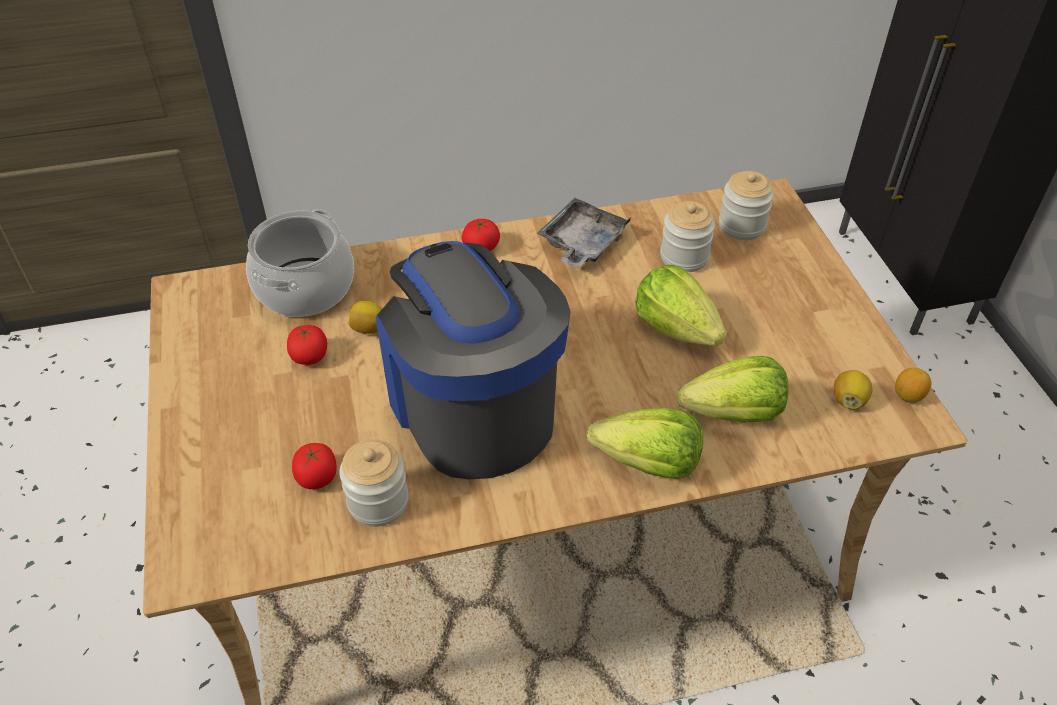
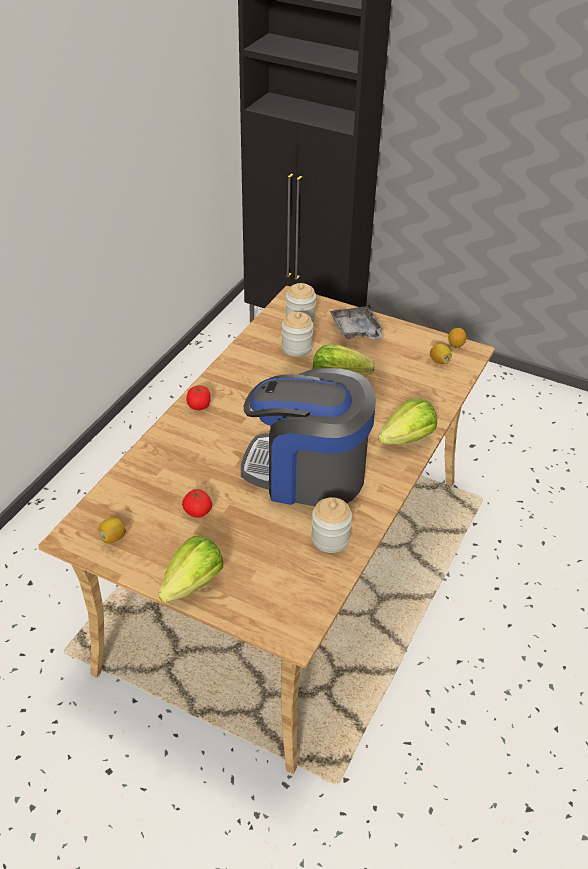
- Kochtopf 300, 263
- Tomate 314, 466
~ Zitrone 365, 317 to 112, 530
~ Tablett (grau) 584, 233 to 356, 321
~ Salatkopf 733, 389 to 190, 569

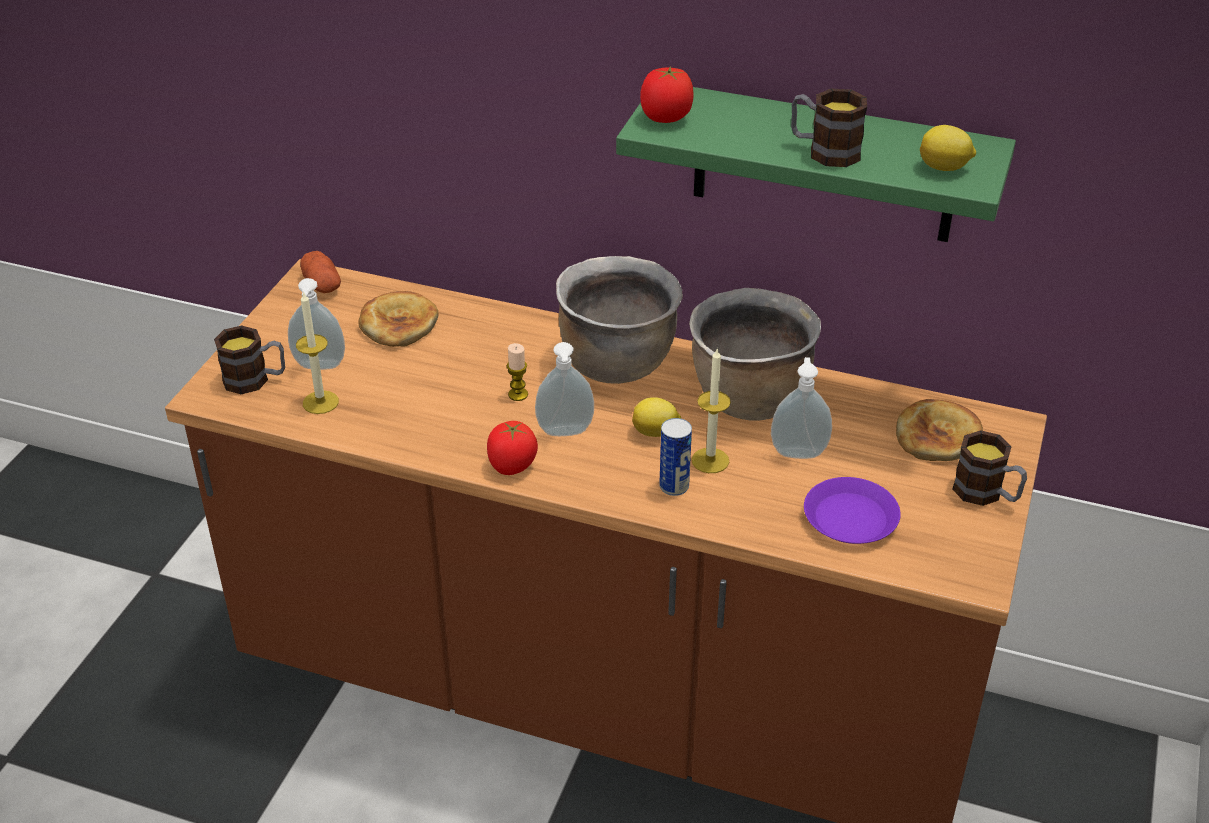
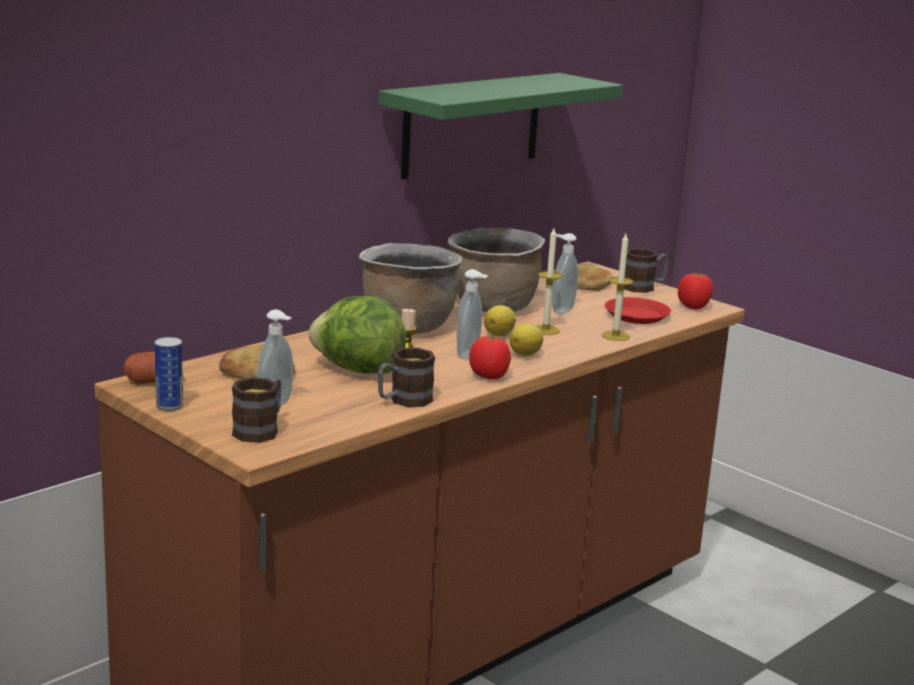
~ Kerze 317, 352 to 617, 287
~ Tomate 667, 94 to 695, 291
~ Dose 675, 457 to 169, 374
~ Henkelbecher 829, 128 to 406, 377
~ Teller (lila) 852, 510 to Teller (rot) 638, 310
~ Zitrone 948, 148 to 526, 340
+ Salatkopf 357, 335

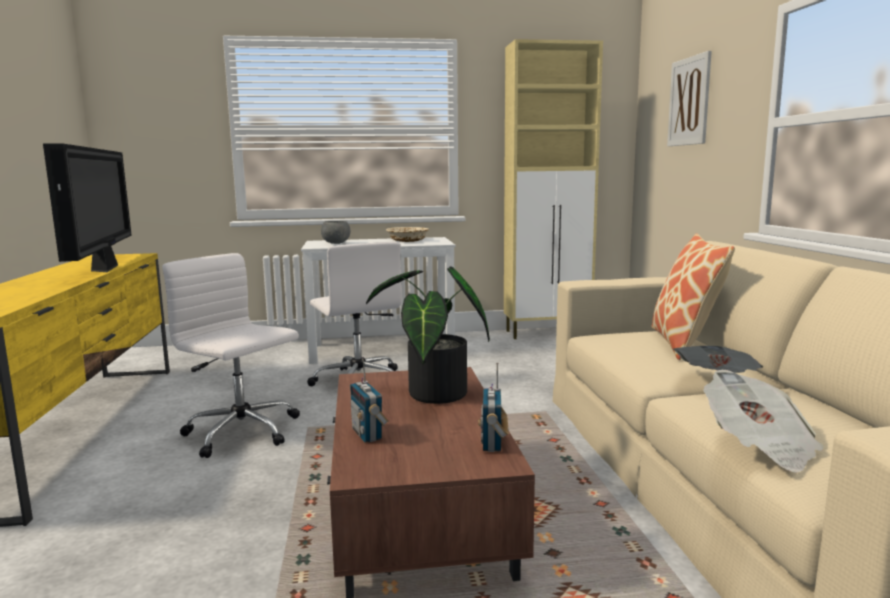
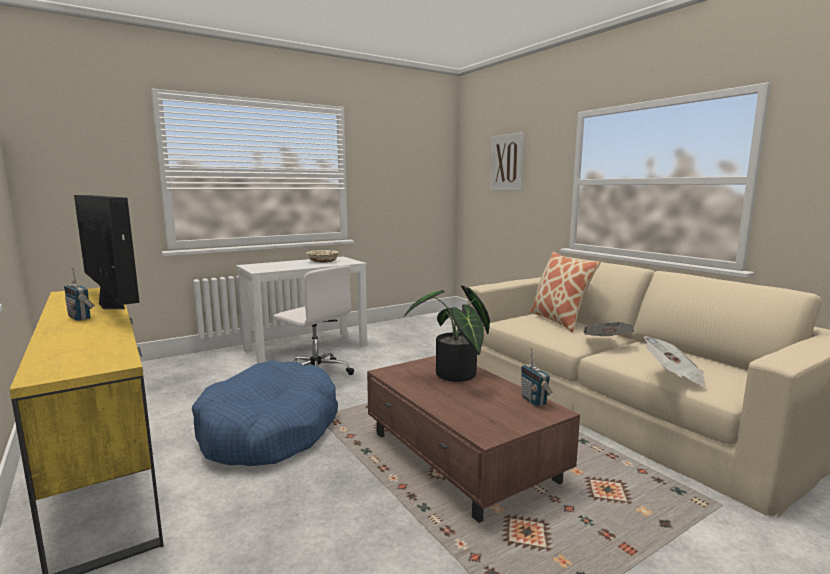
~ Bürostuhl (weiß) 231, 355 to Hundebett (blau) 265, 413
- Schüssel (grau) 335, 232
~ Radio 369, 400 to 79, 294
- Schrank (beige) 553, 189

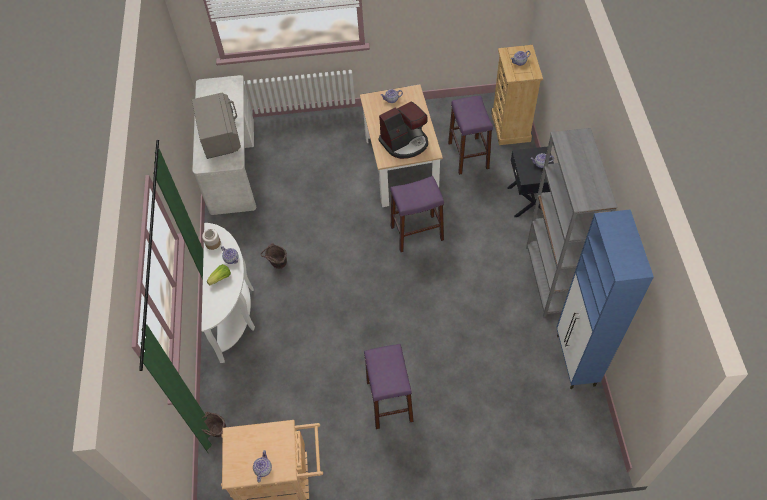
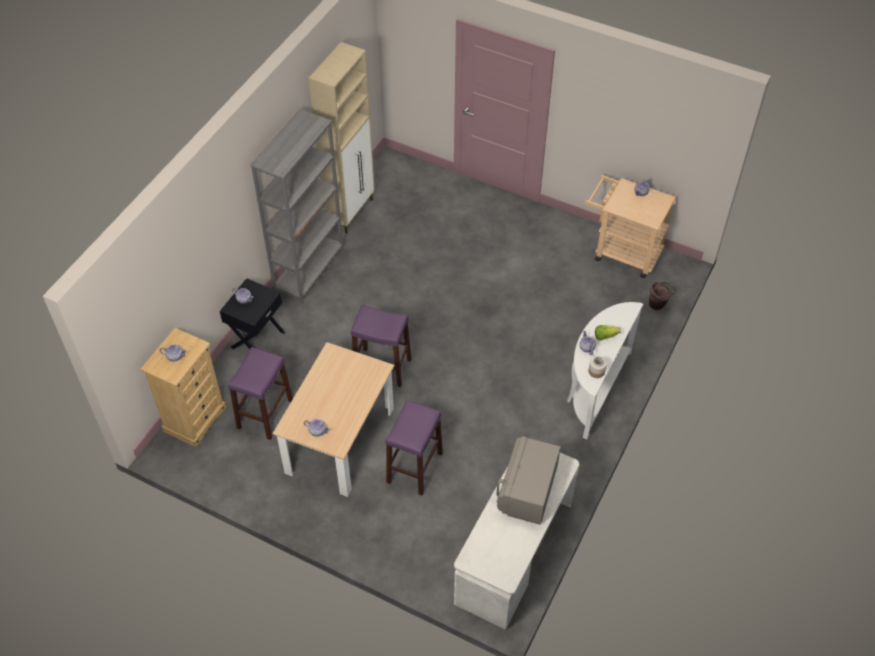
- Eimer (braun) 274, 256
~ Hocker (lila) 389, 386 to 414, 447
- Kaffeemaschine 403, 130
~ Schrank (blau) 605, 299 to Schrank (beige) 342, 137

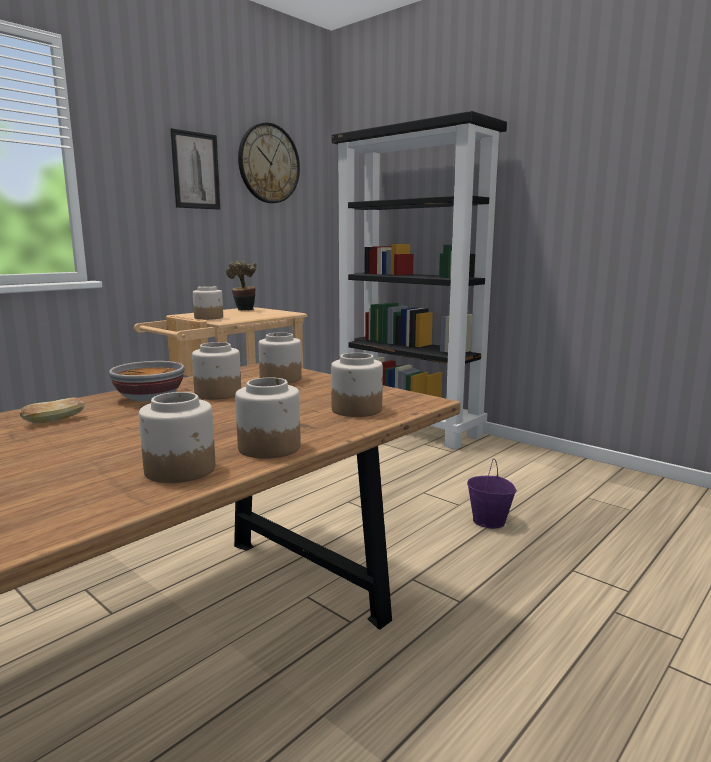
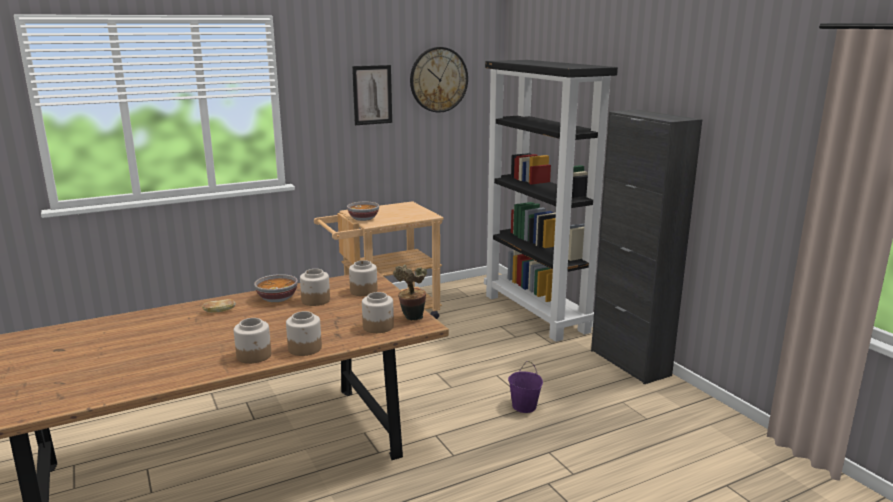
~ Vorratsglas 208, 303 to Schüssel 363, 211
~ Topfpflanze 241, 285 to 410, 292
+ Schrank (schwarz) 646, 247

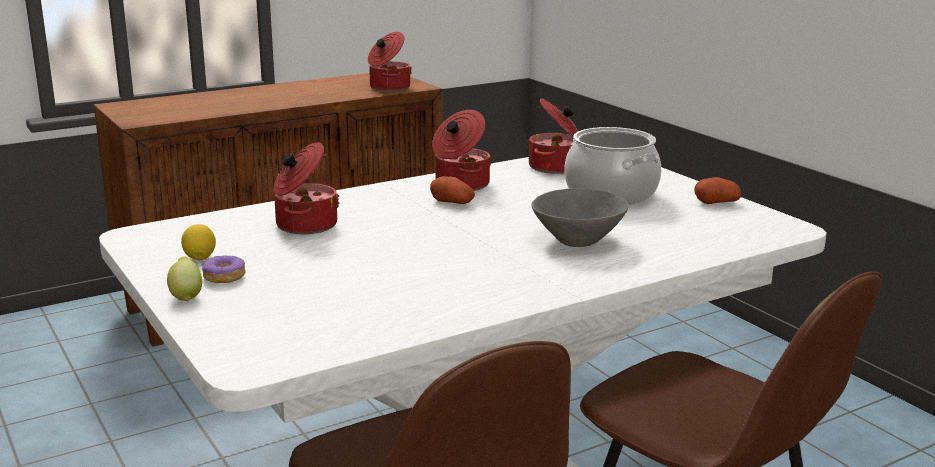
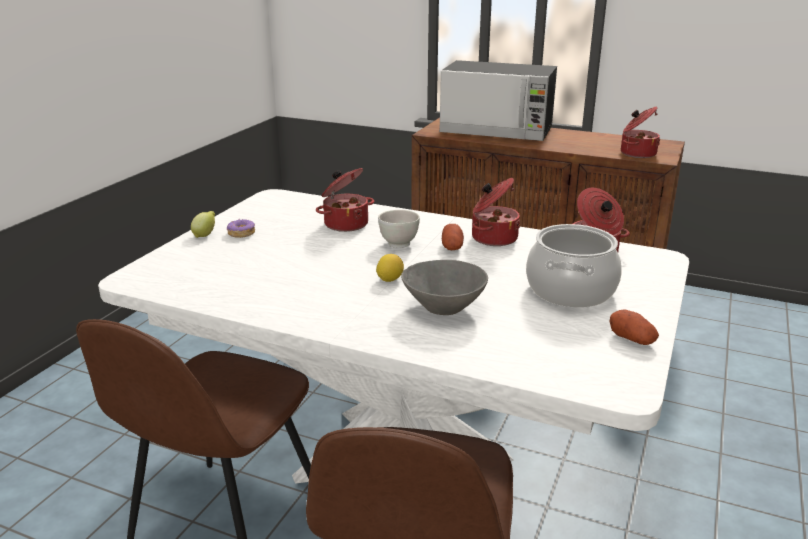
~ Zitrone 198, 242 to 390, 268
+ Schüssel (weiß) 399, 229
+ Mikrowelle 498, 100

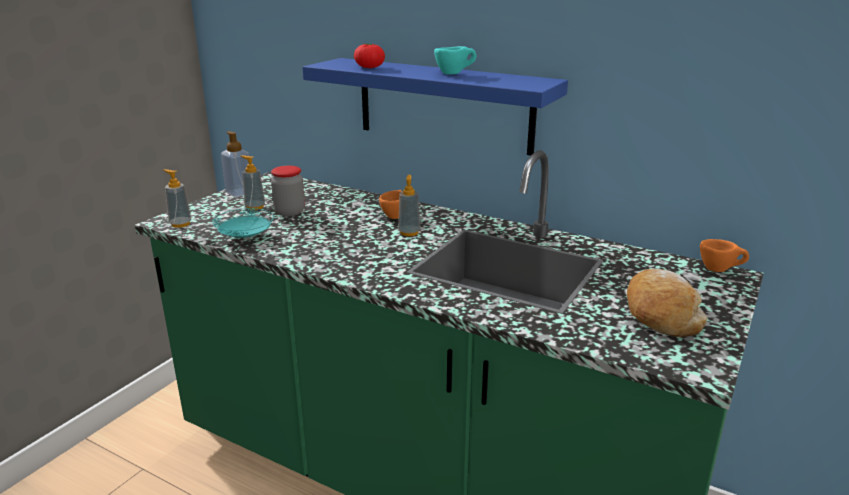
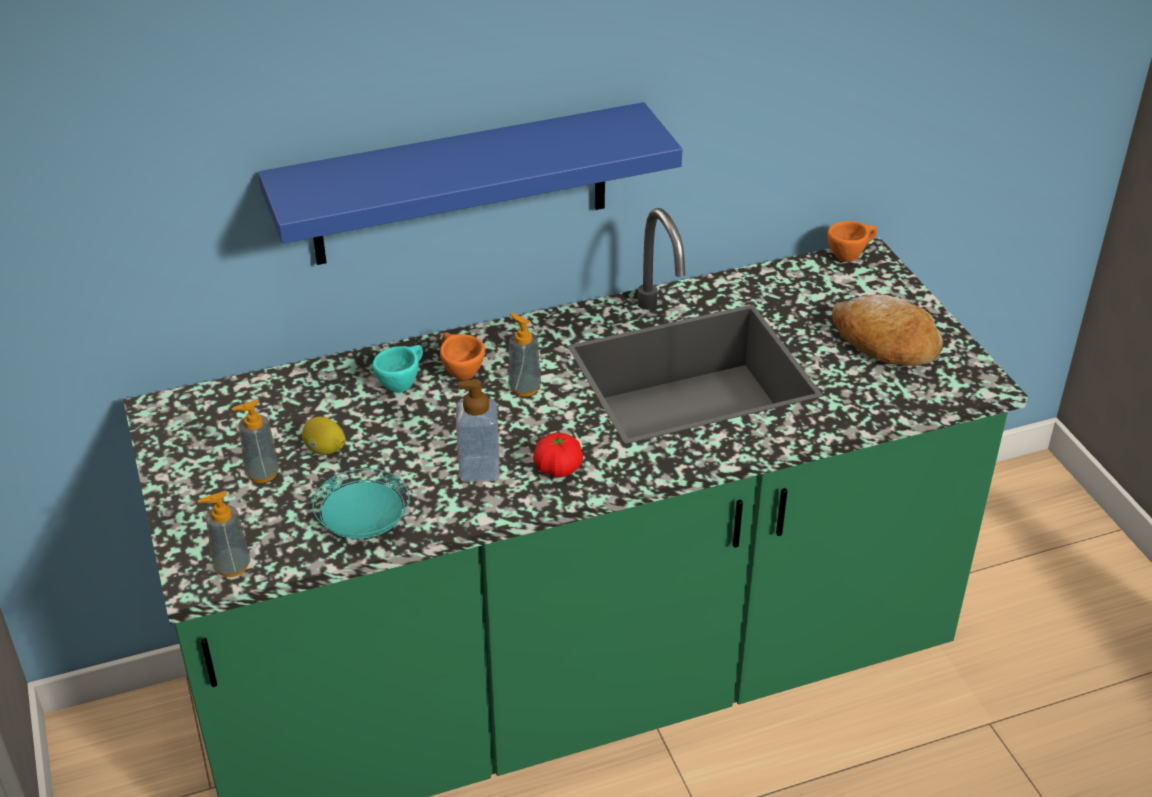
~ Seifenspender 235, 164 to 478, 430
~ Vorratsglas 288, 191 to Zitrone 324, 436
~ Tomate 369, 55 to 558, 455
~ Tasse (türkis) 455, 60 to 398, 369

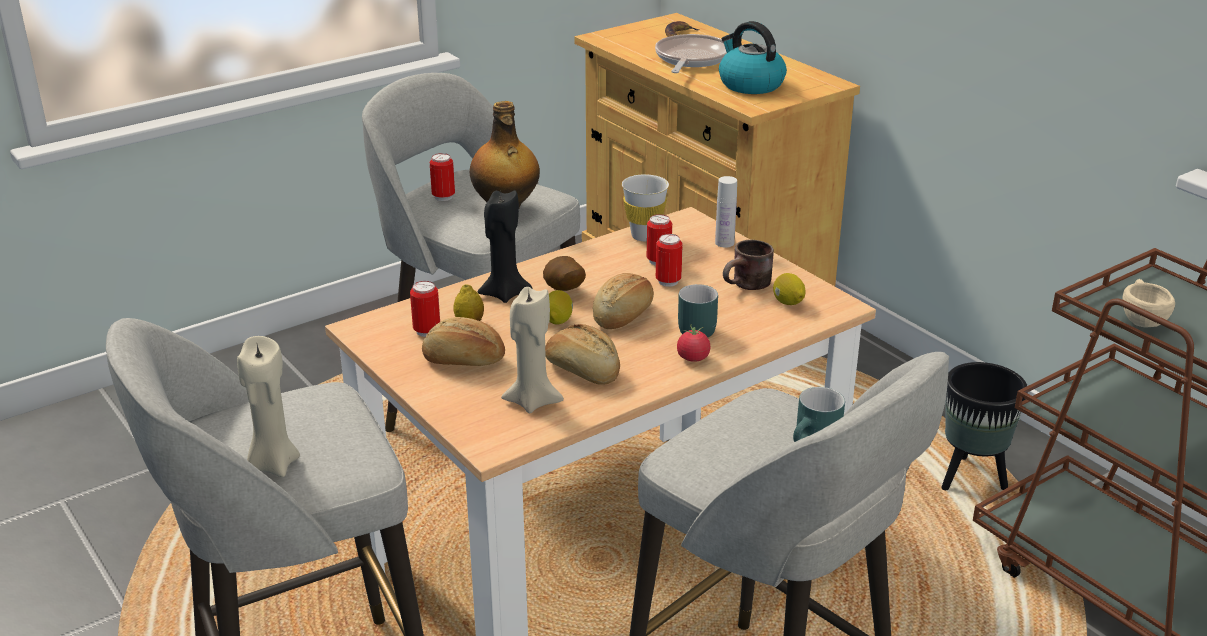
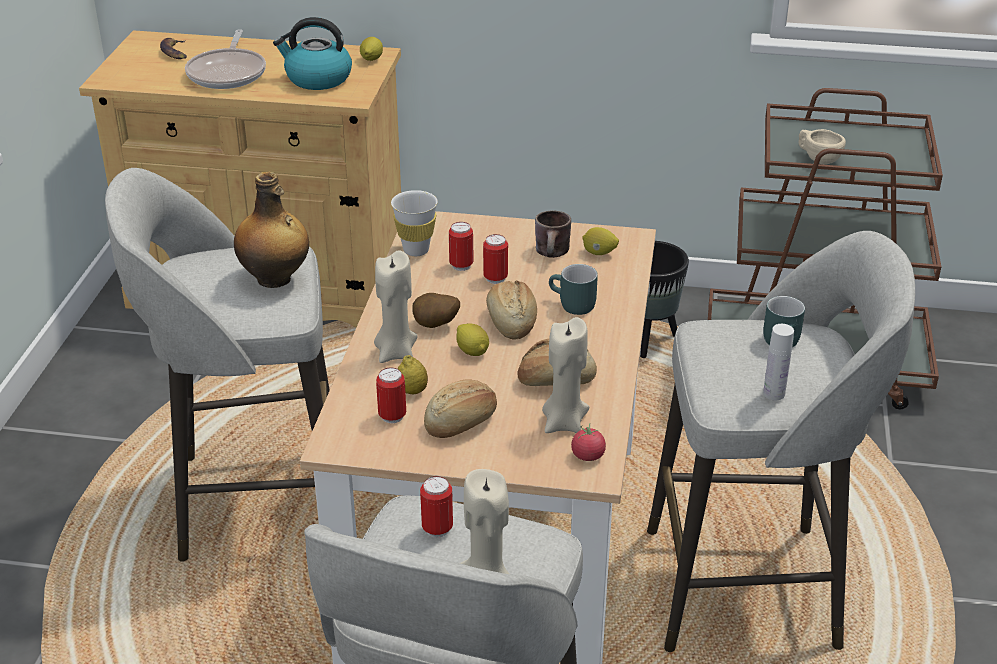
~ Dose 442, 177 to 436, 506
~ Kerze (schwarz) 505, 247 to Kerze (beige) 396, 306
~ Pfanne 691, 53 = 225, 59 150 degrees counterclockwise
~ Tomate 693, 343 to 588, 442
~ Flasche (weiß) 726, 212 to 778, 362
+ Zitrone 371, 49

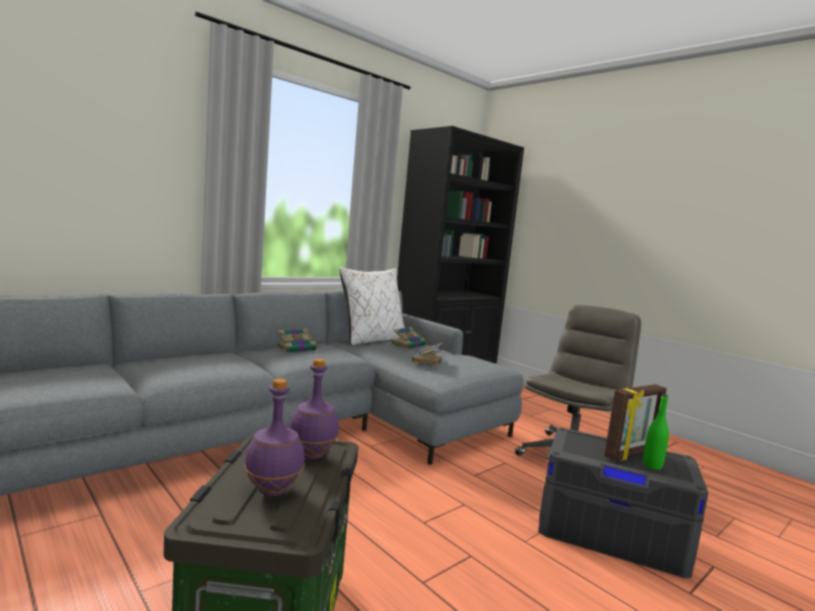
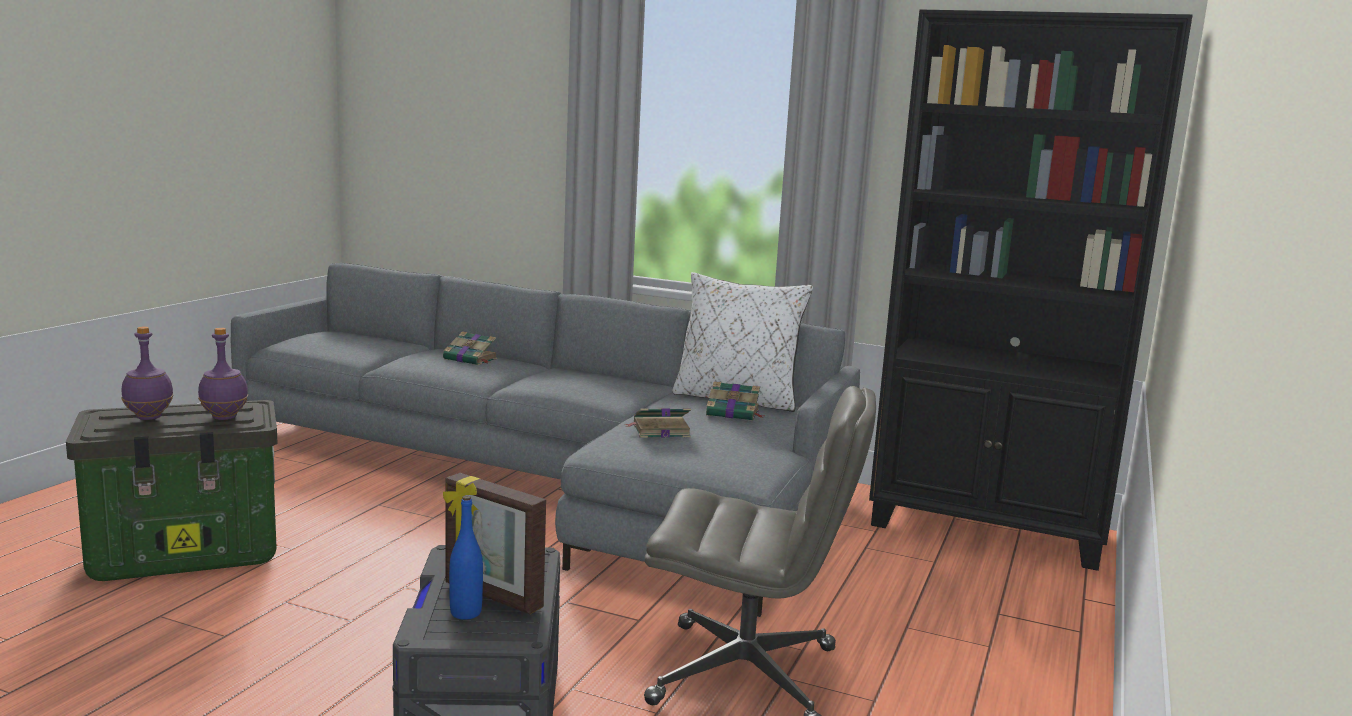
~ Buch 296, 341 to 470, 348
~ Flasche (grün) 656, 432 to Flasche (blau) 466, 557

